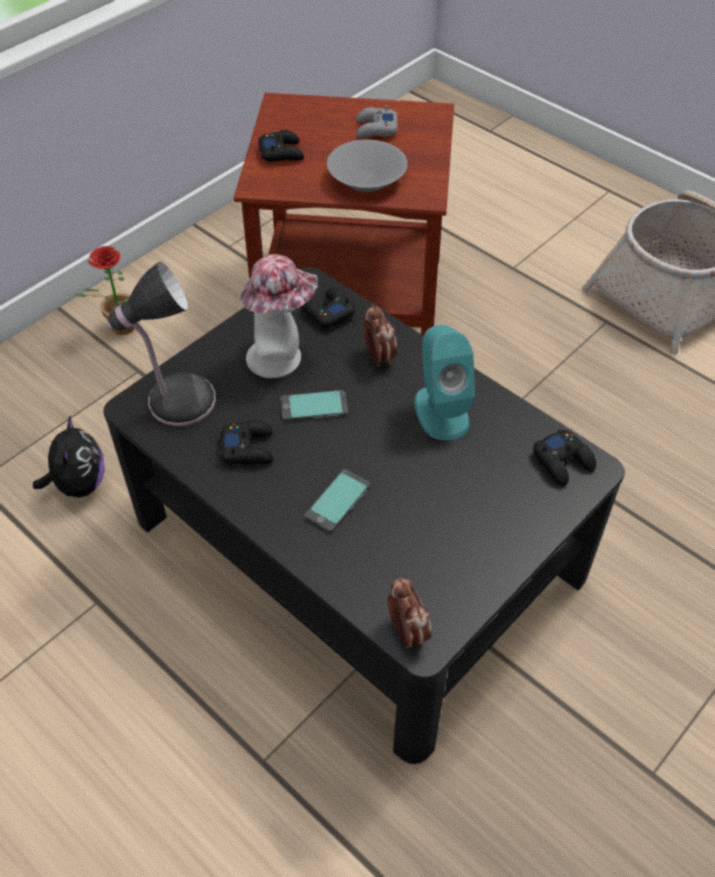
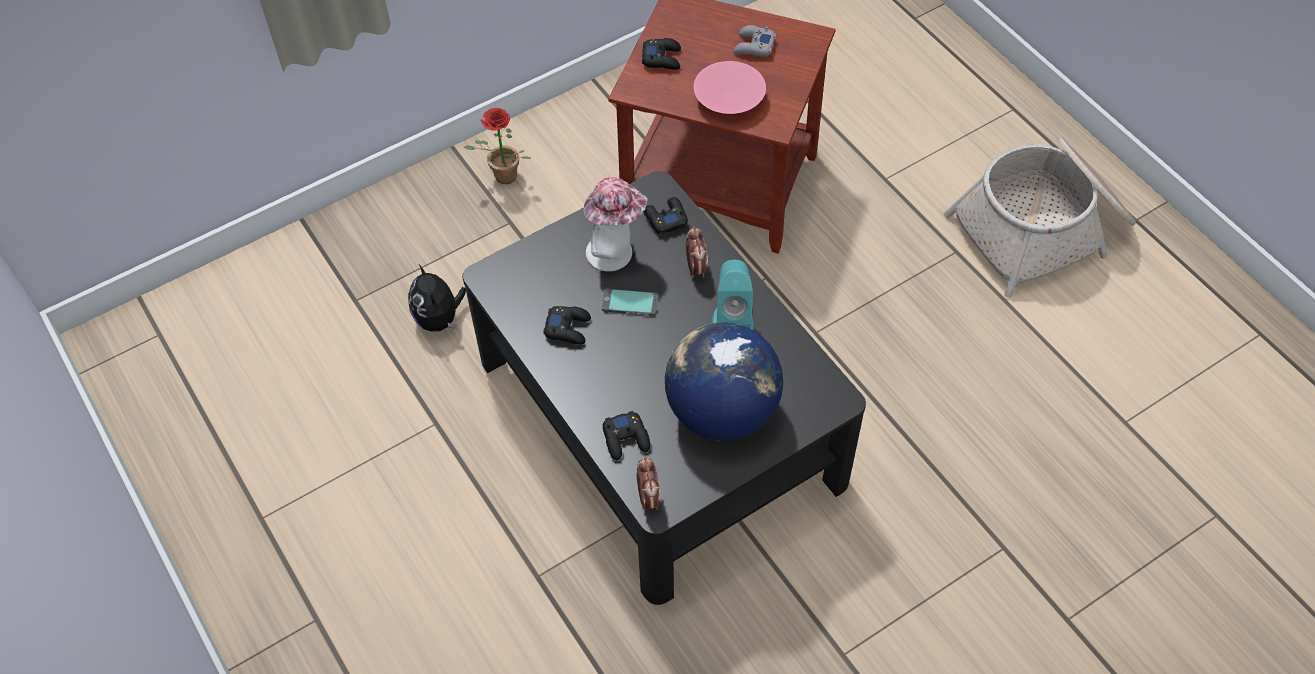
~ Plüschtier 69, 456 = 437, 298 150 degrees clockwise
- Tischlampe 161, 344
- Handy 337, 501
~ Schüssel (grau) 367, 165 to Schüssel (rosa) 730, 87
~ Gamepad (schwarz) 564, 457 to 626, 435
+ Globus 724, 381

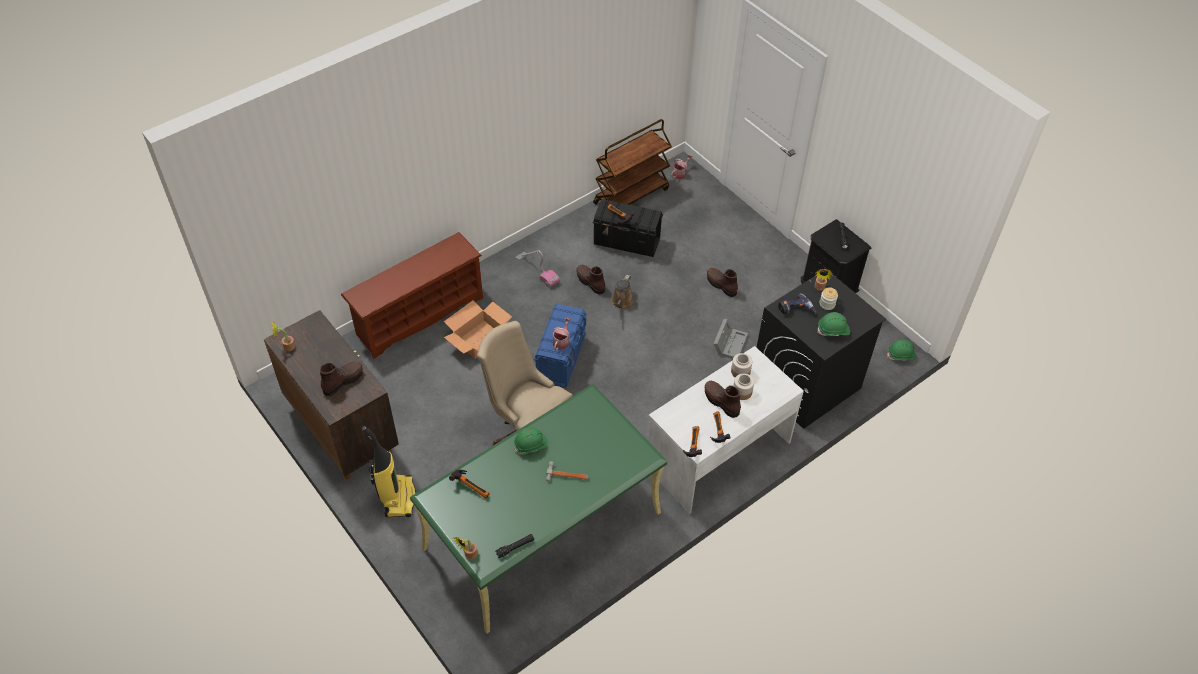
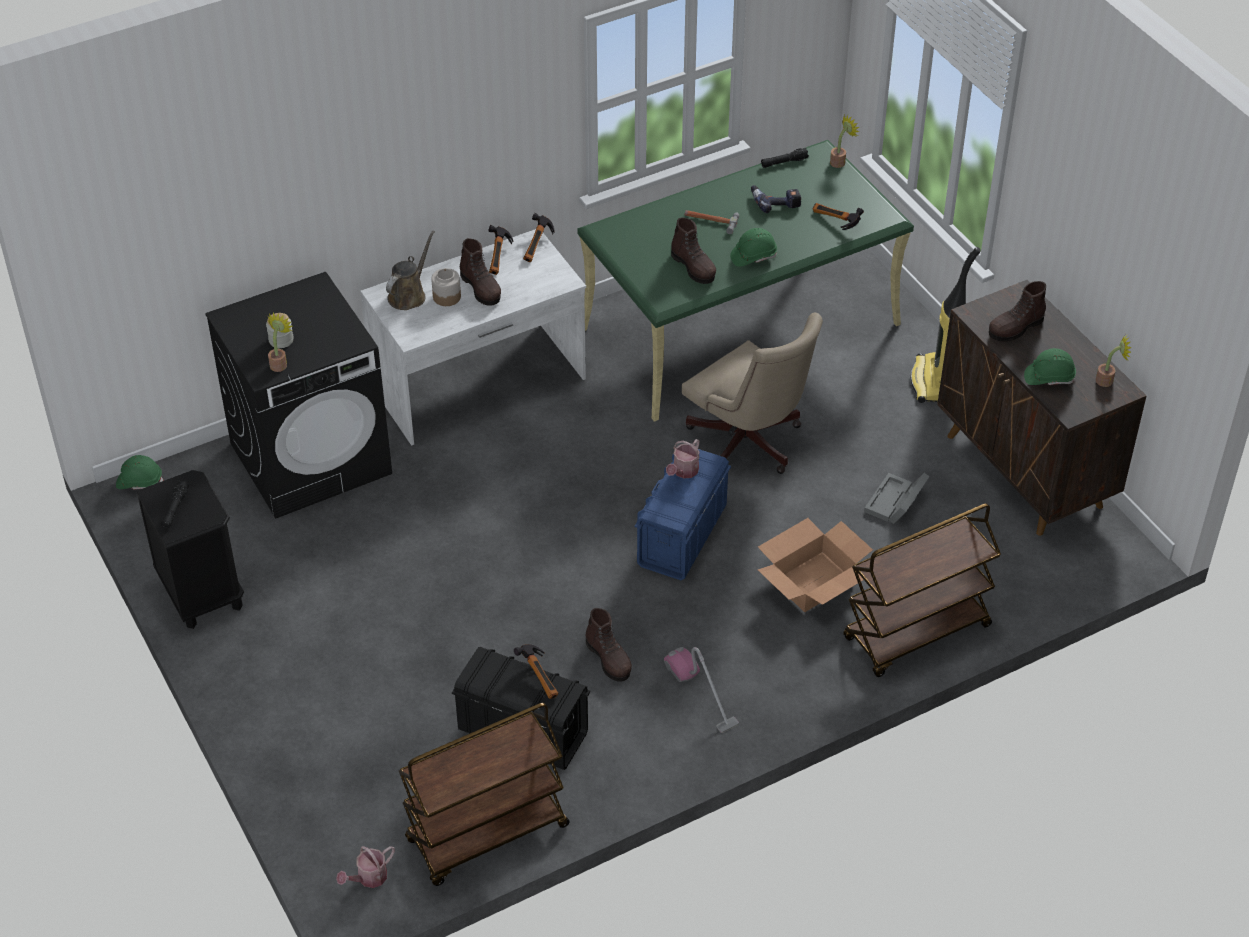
~ Schuhregal (braun) 412, 295 to Rollwagen (braun) 922, 590
~ Gießkanne (braun) 622, 292 to 410, 270
~ Stiefel (braun) 722, 282 to 693, 250
~ Aufbewahrungsbox (grau) 731, 339 to 896, 498
- Vorratsglas 741, 365
~ Bohrmaschine 797, 303 to 776, 199
~ Schutzhelm (grün) 833, 324 to 1050, 366

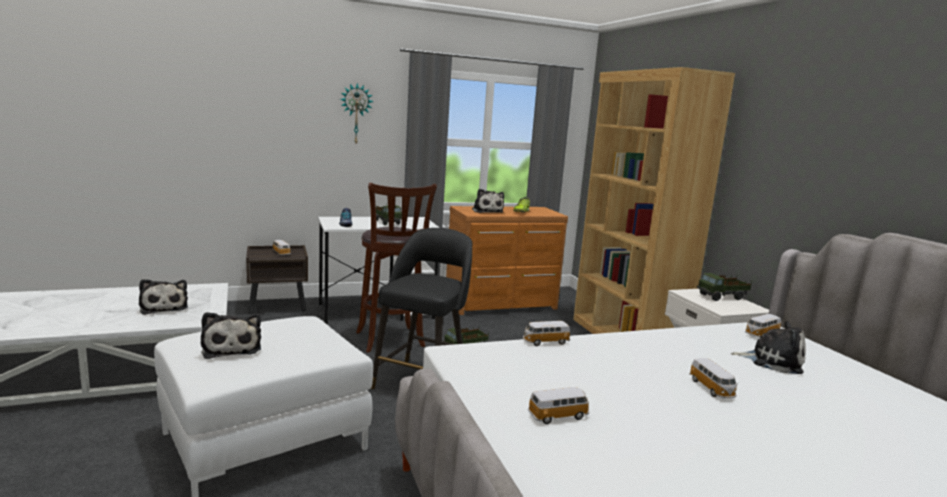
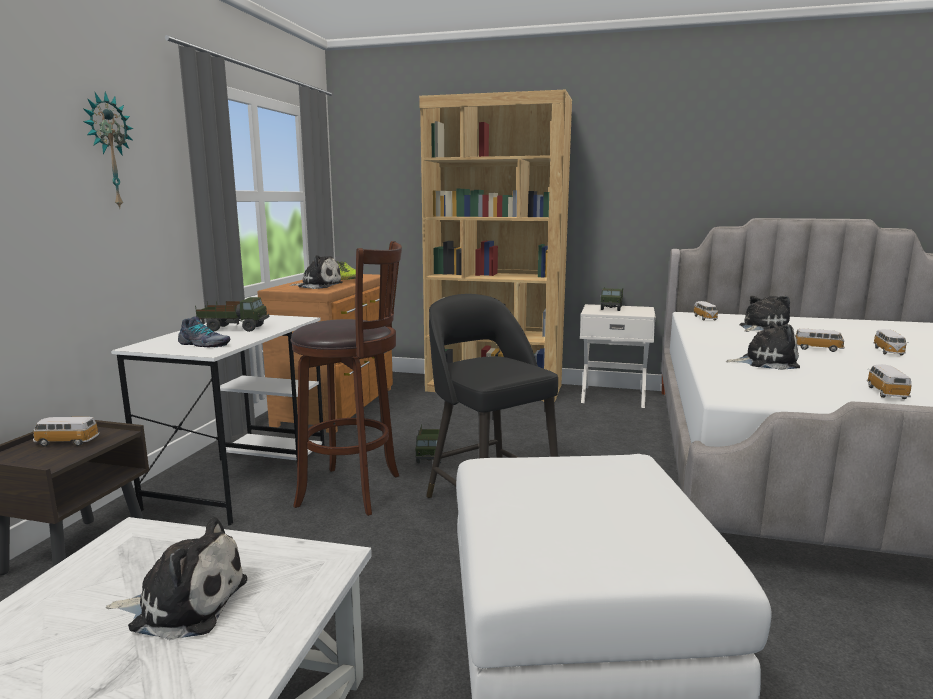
~ Plüschtier 231, 335 to 762, 346
~ Spielzeugauto 546, 333 to 890, 342

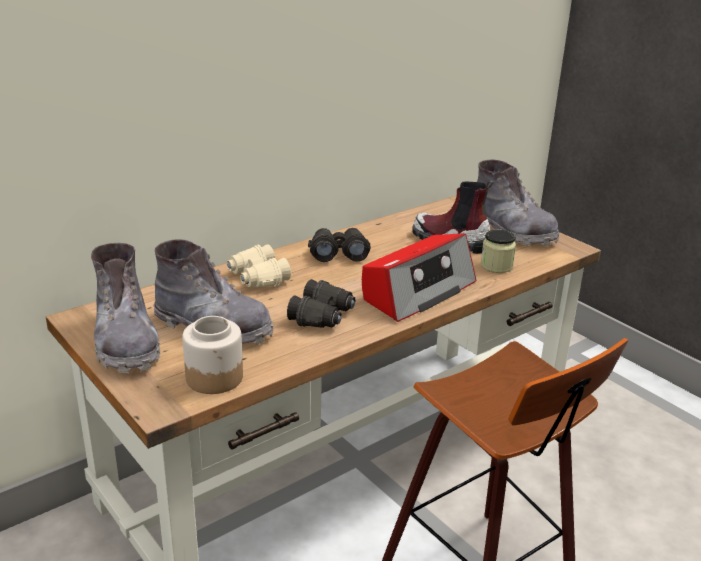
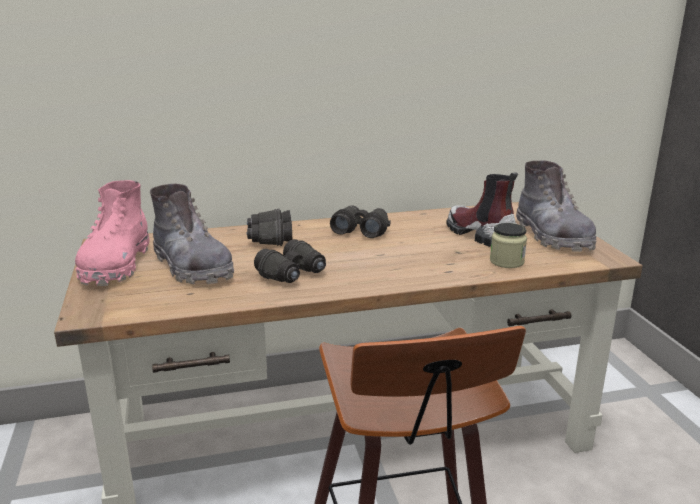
~ Stiefel (grau) 125, 308 to Stiefel (rosa) 112, 233
- Vorratsglas 212, 355
~ Fernglas (beige) 259, 265 to Fernglas (schwarz) 269, 227
- Radio 419, 277

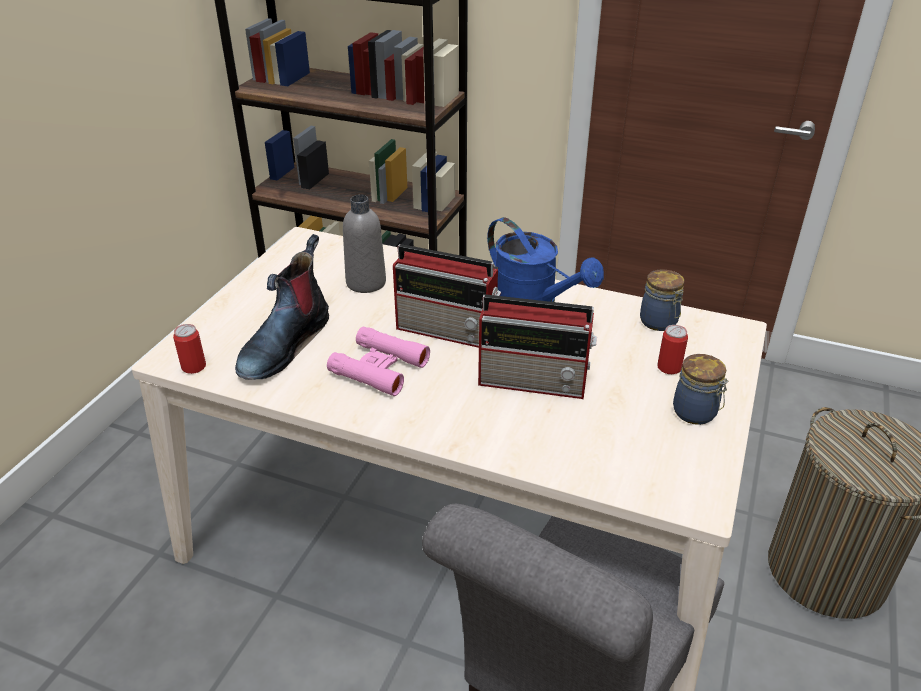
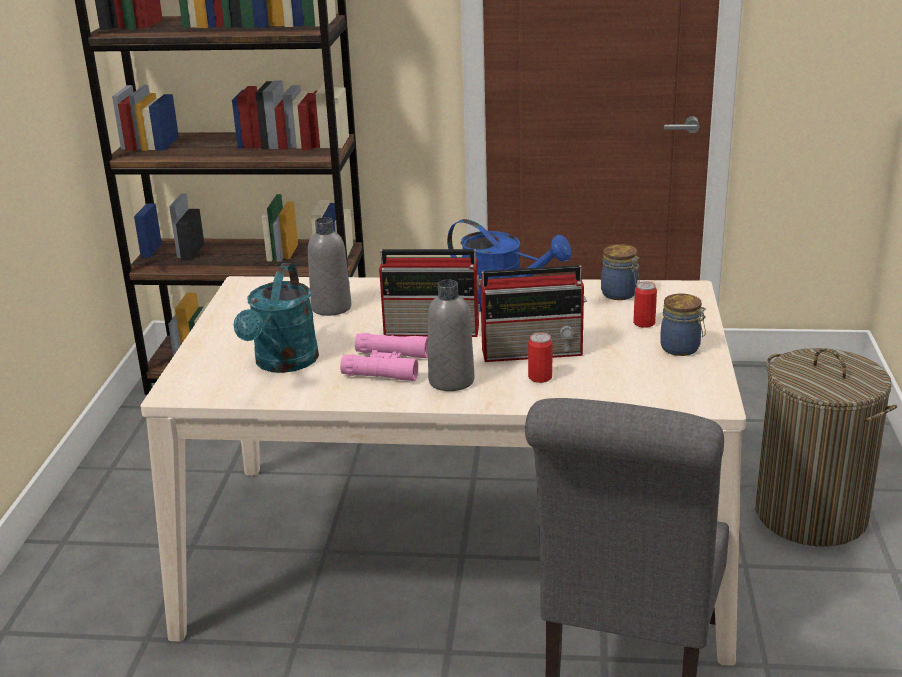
~ Dose 189, 349 to 540, 357
~ Stiefel 282, 307 to Gießkanne (türkis) 276, 318
+ Flasche (grau) 451, 335

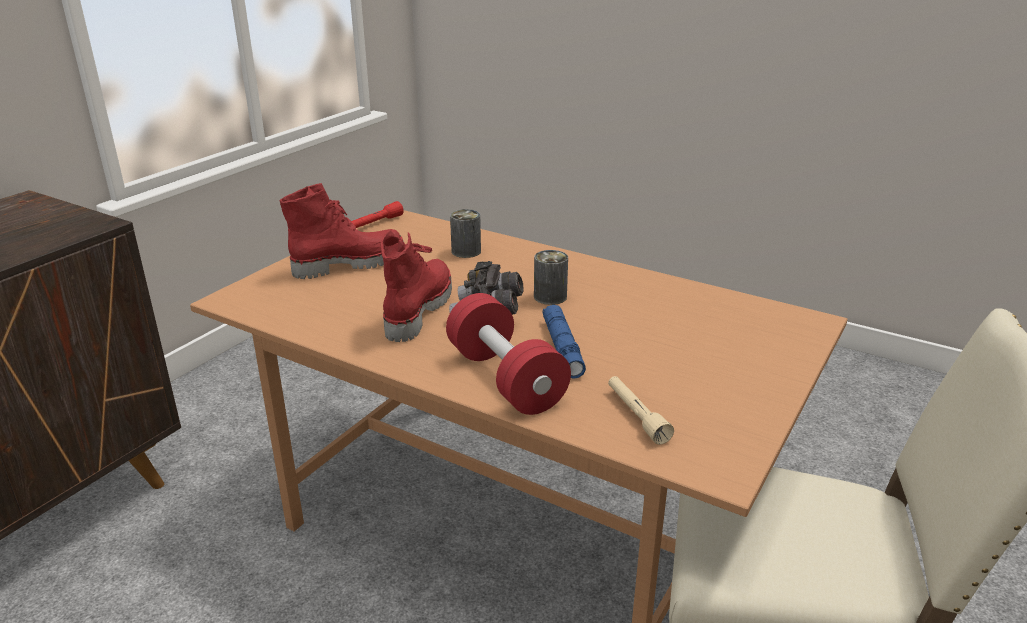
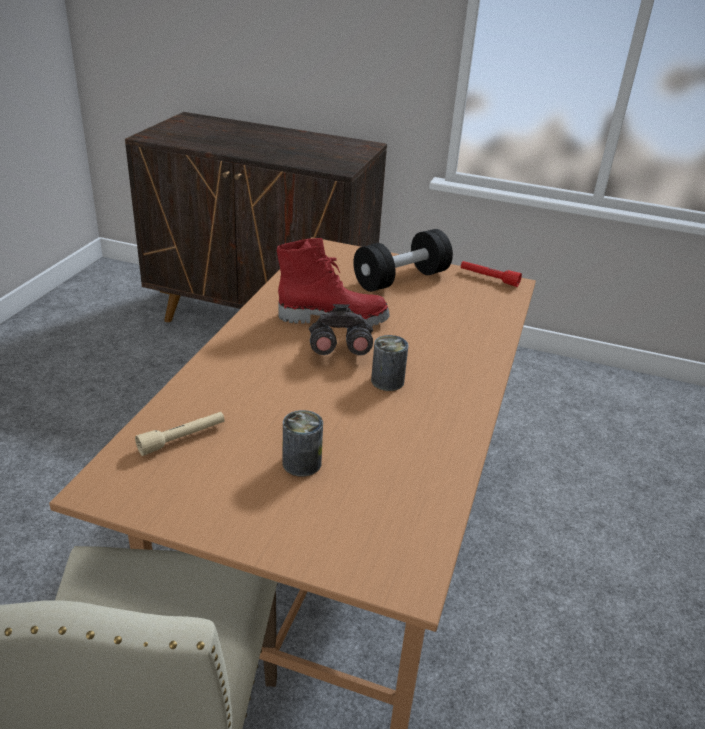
~ Stiefel (rot) 342, 231 to Hantel (schwarz) 403, 260
- Hantel (rot) 508, 354
~ Dose 465, 233 to 303, 443
- Taschenlampe (blau) 564, 342

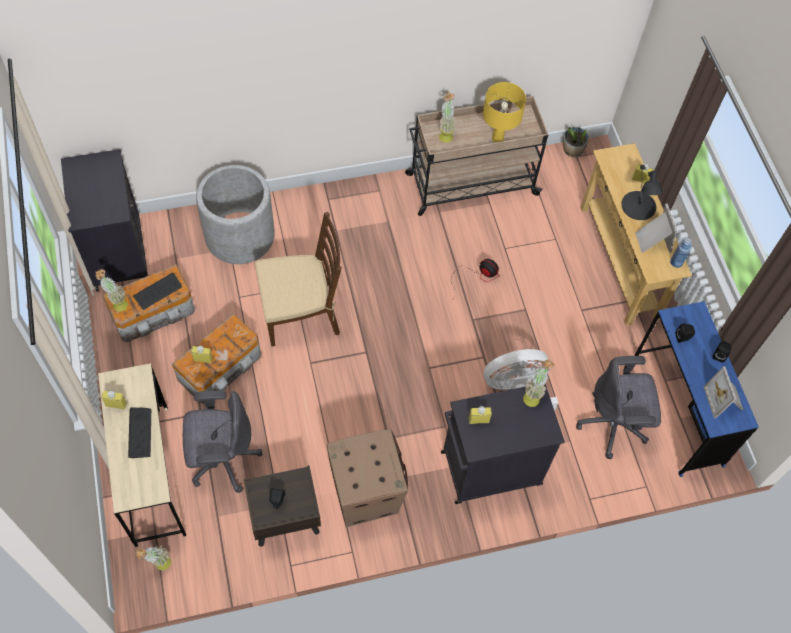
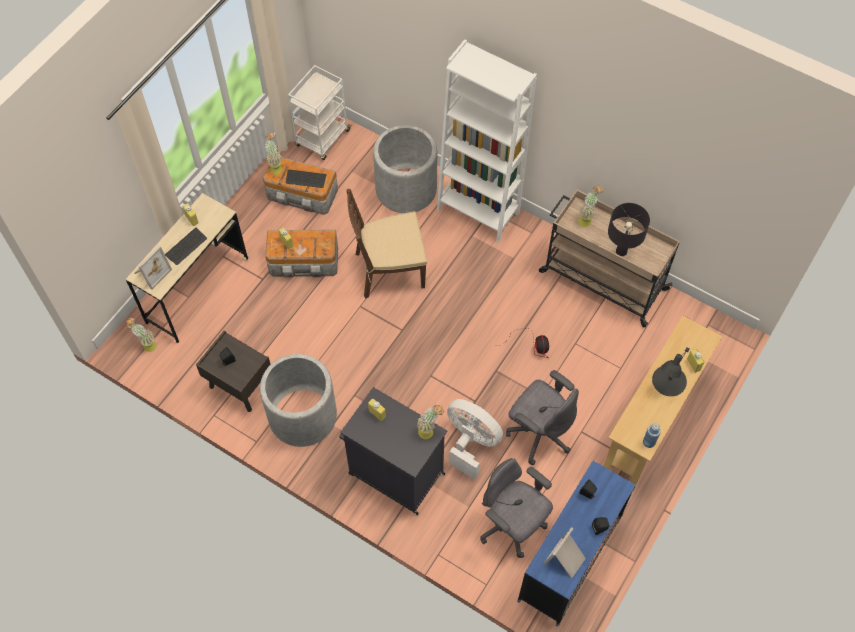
~ Schrank (schwarz) 104, 220 to Rollwagen (weiß) 319, 112
~ Bürostuhl (grau) 222, 442 to 542, 417
~ Stuhl (braun) 298, 279 = 386, 244 135 degrees clockwise
~ Karton 367, 478 to Pflanzkübel (grau) 298, 400
~ Tischlampe (gelb) 504, 112 to Tischlampe (schwarz) 629, 229
- Topfpflanze 576, 142
~ Bilderrahmen 656, 228 to 153, 268
+ Bücherregal (weiß) 487, 140

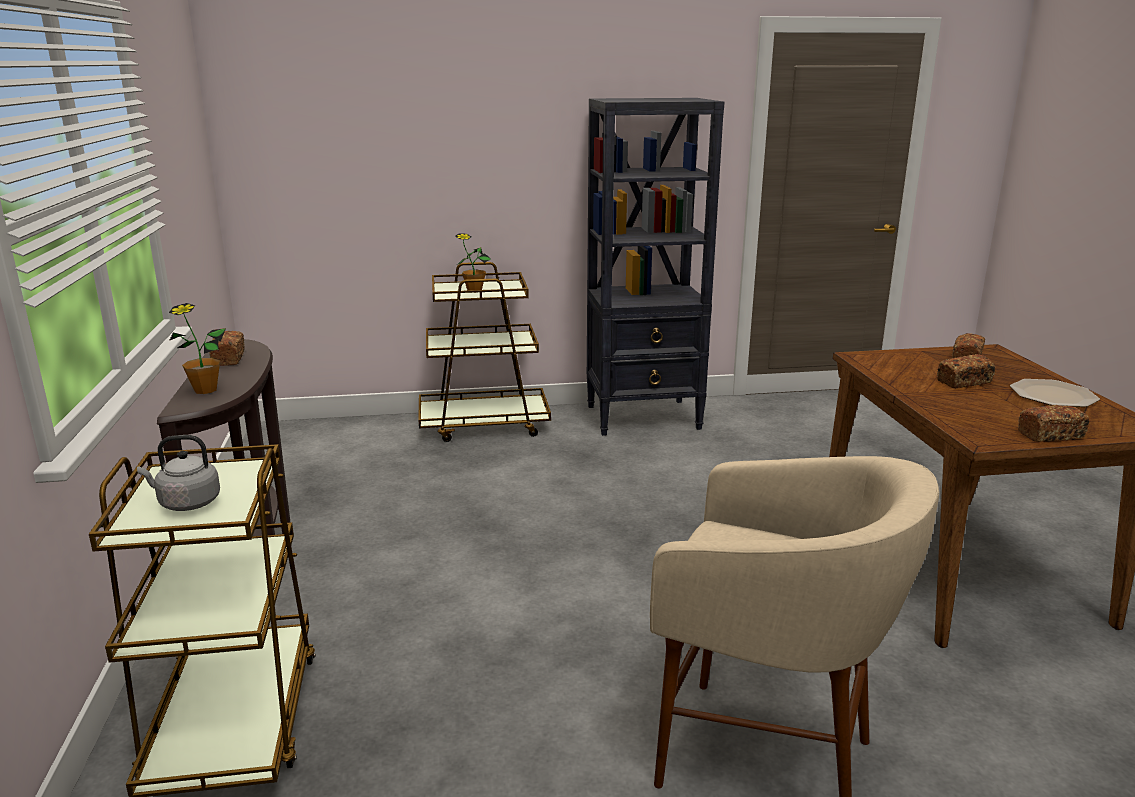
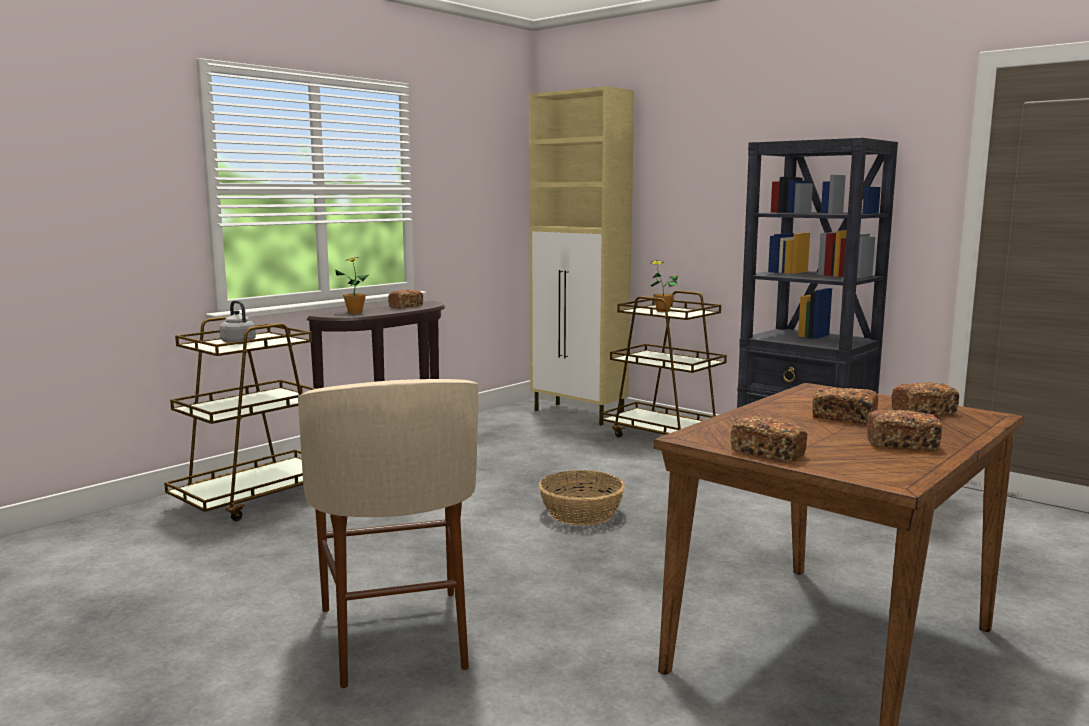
~ Teller 1055, 393 to Brot 904, 430
+ Schrank (beige) 581, 256
+ Korb 582, 498

